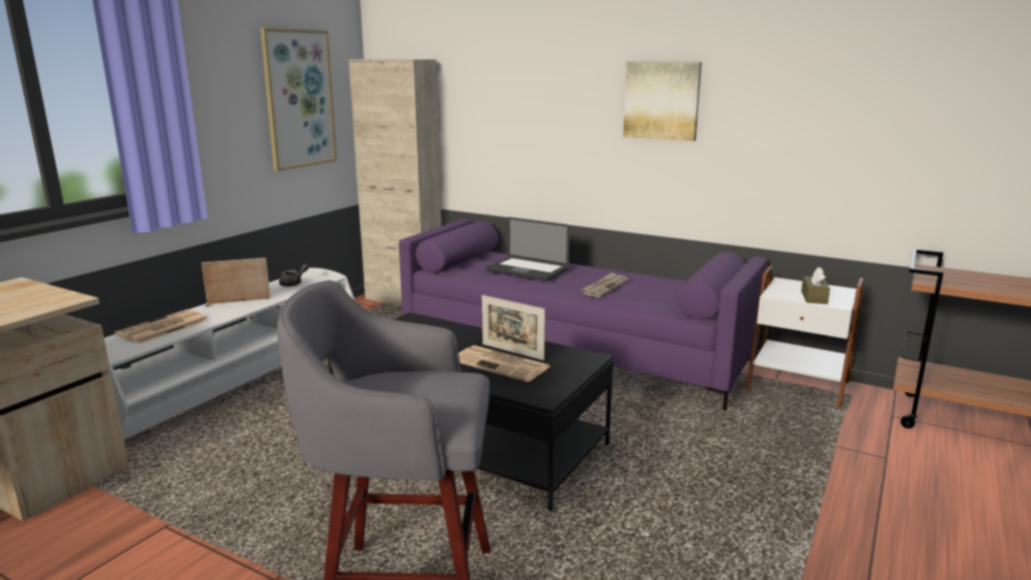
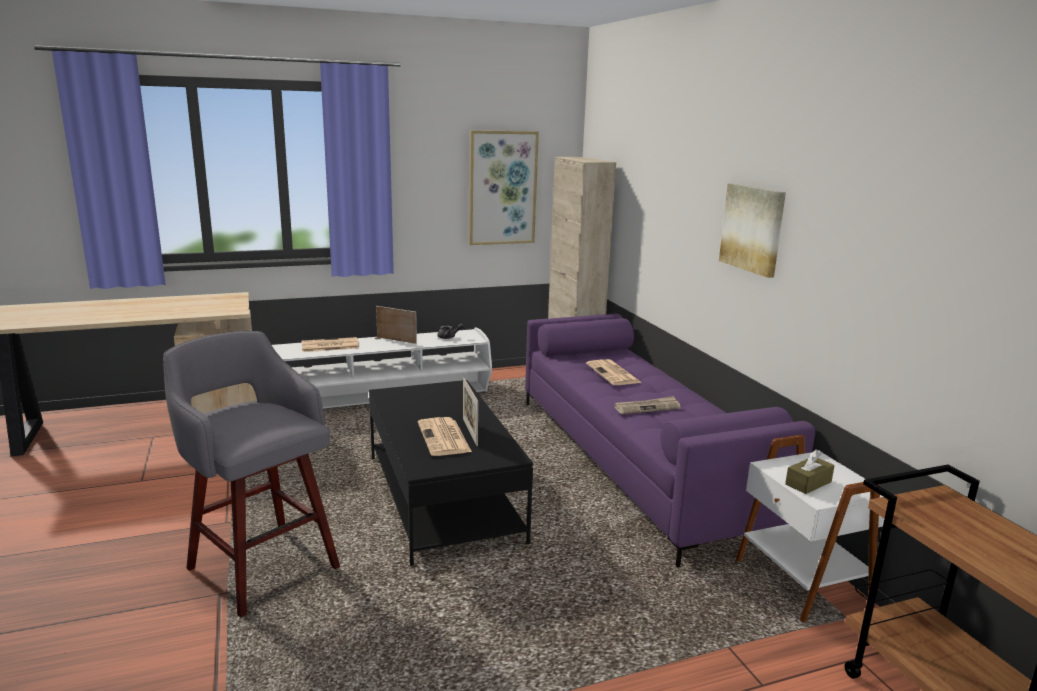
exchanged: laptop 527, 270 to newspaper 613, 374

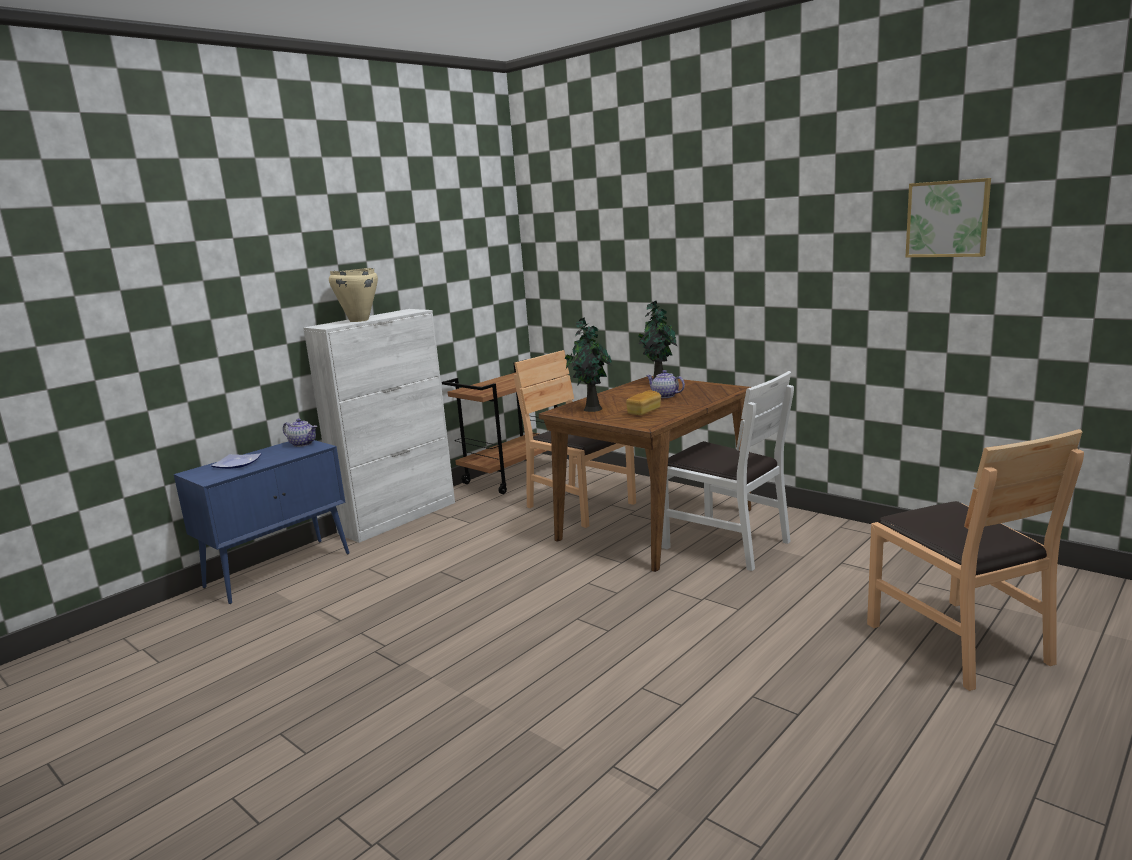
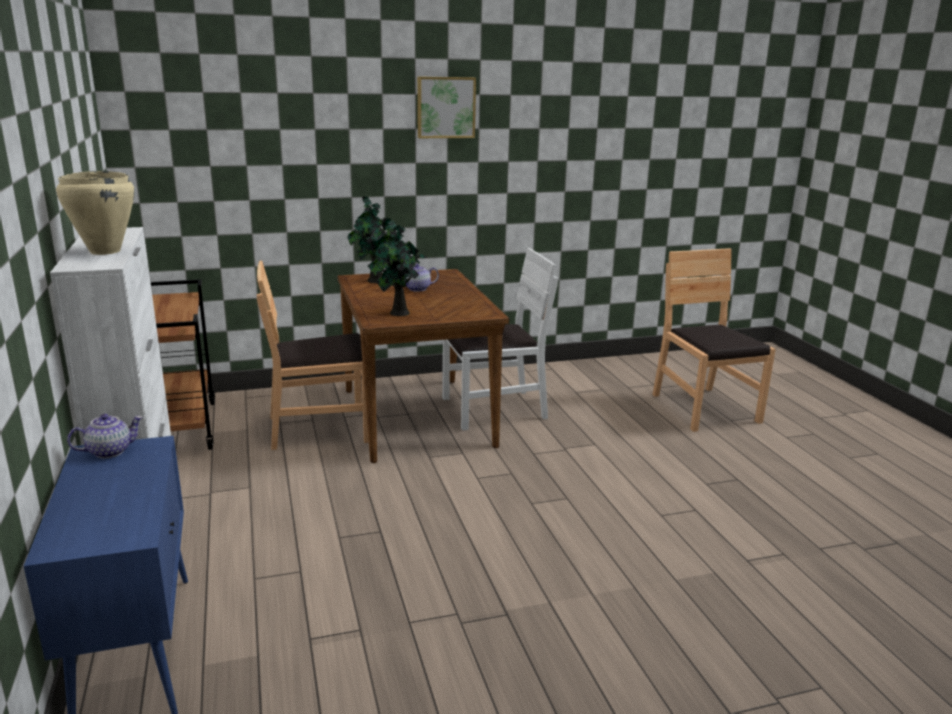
missing: plate 238, 463; bread 644, 412
relocated: picture 948, 218 to 445, 107
spun: chair/brown 957, 642 = 704, 409 120 degrees counterclockwise

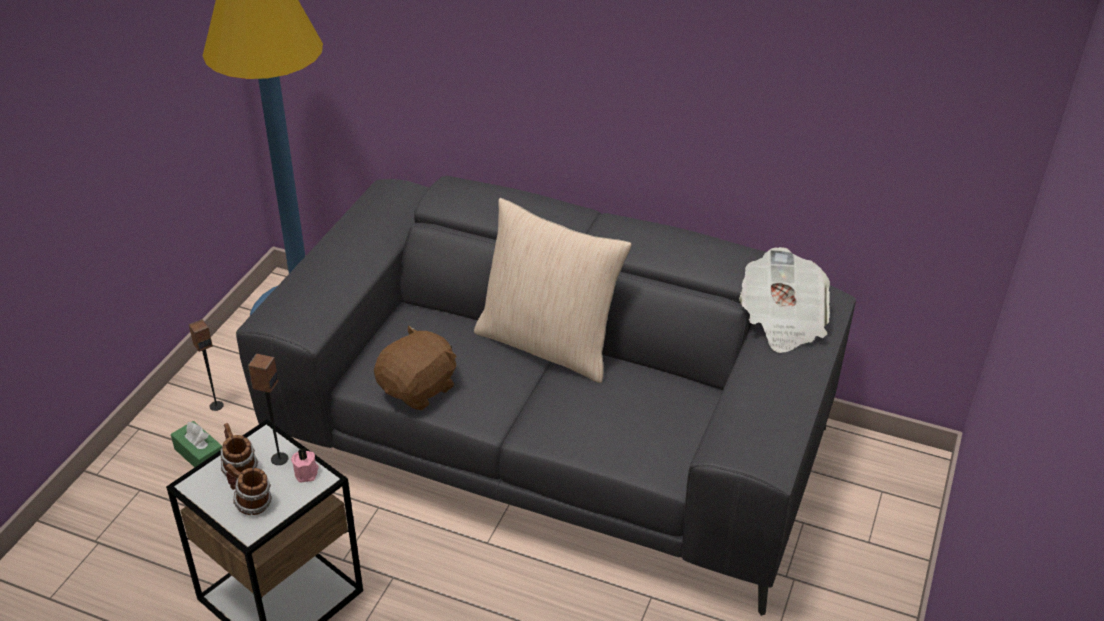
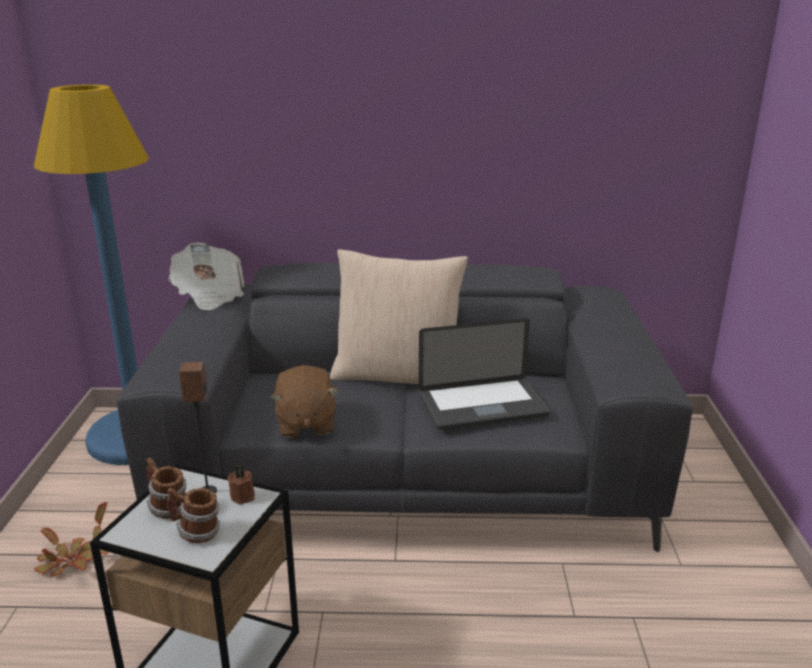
missing: speaker 216, 405
appeared: laptop 483, 406
relocated: newspaper 782, 321 to 209, 295
exchanged: tissue box/green 199, 455 to potted plant 74, 560
colour: candle/pink 307, 473 to candle/brown 243, 495
spun: plush toy/brown 419, 389 = 305, 424 150 degrees clockwise

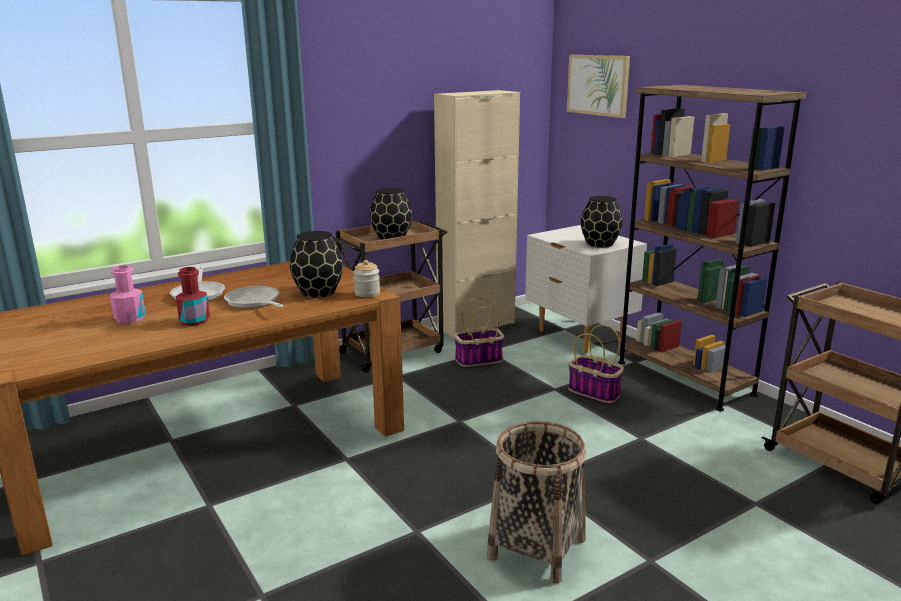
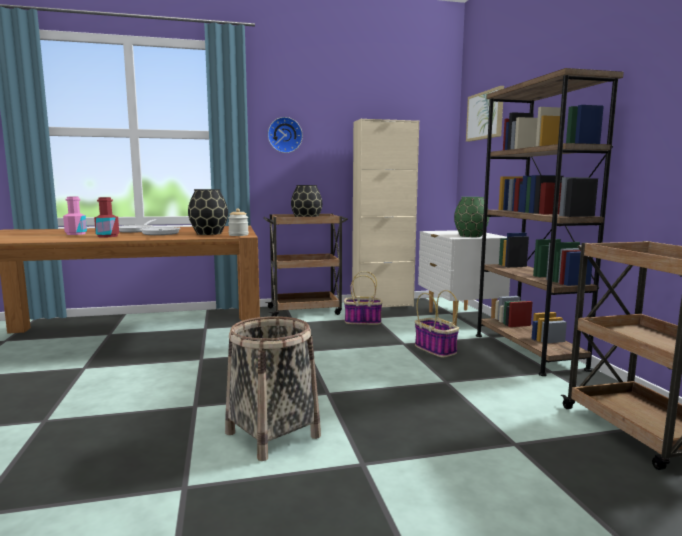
appeared: wall clock 284, 135
colour: vase/black 599, 244 to vase/green 470, 236

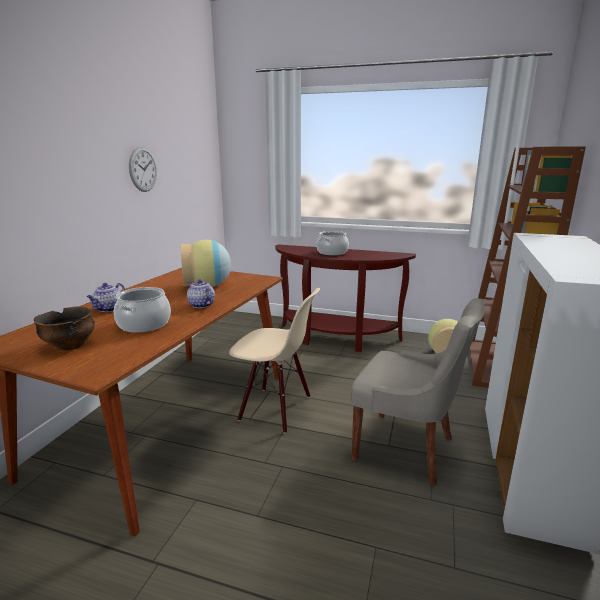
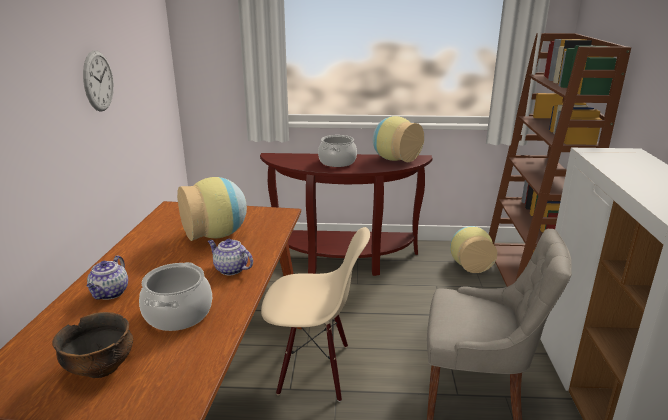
appeared: vase 394, 159

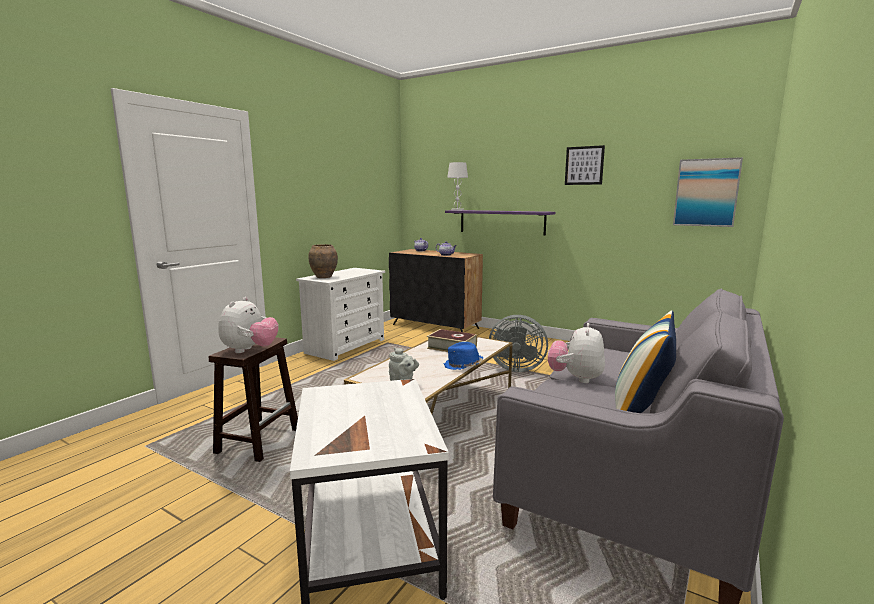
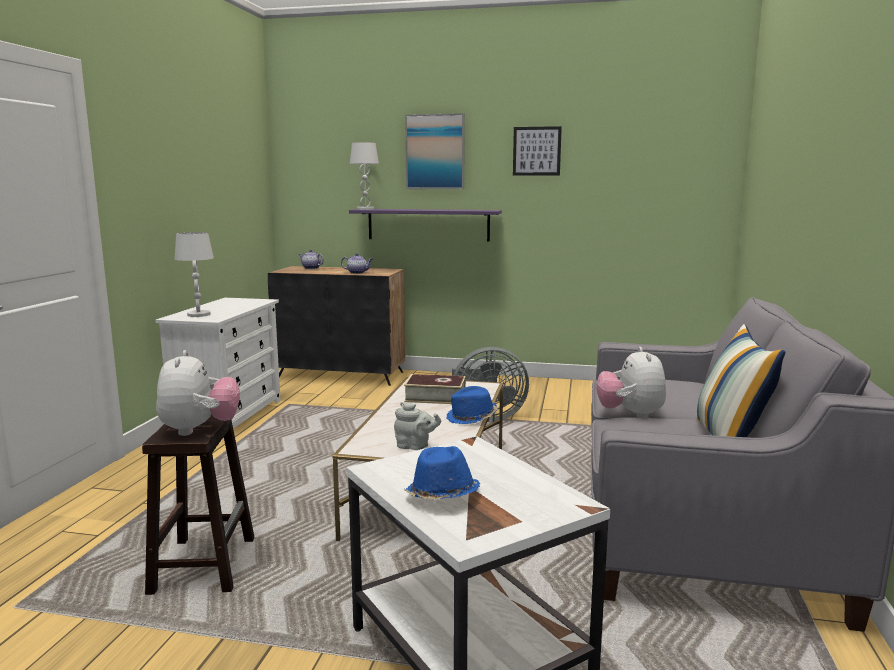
appeared: hat/blue 442, 496
relocated: picture 706, 192 to 435, 152
exchanged: vase/brown 323, 277 to table lamp/white 198, 314

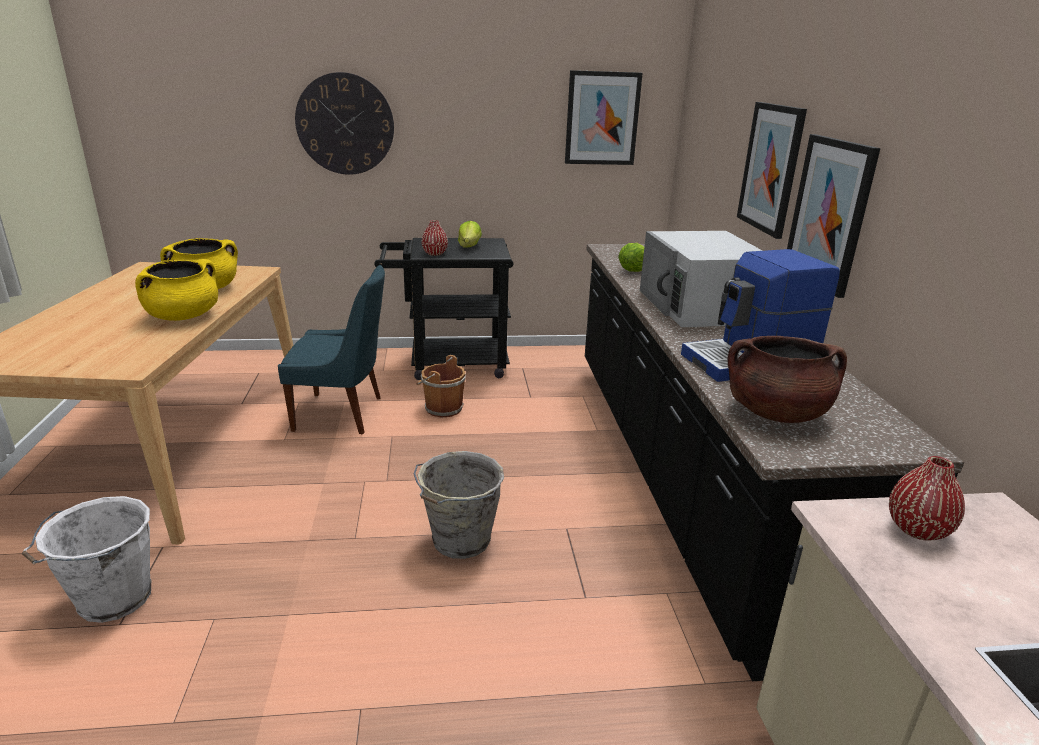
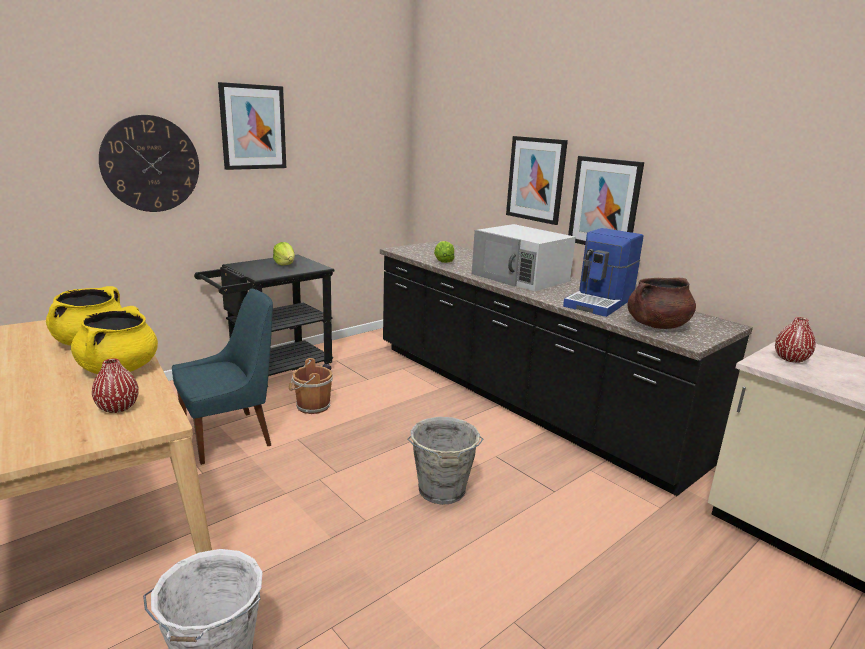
relocated: vase/red 434, 253 to 118, 408; picture 602, 118 to 253, 127

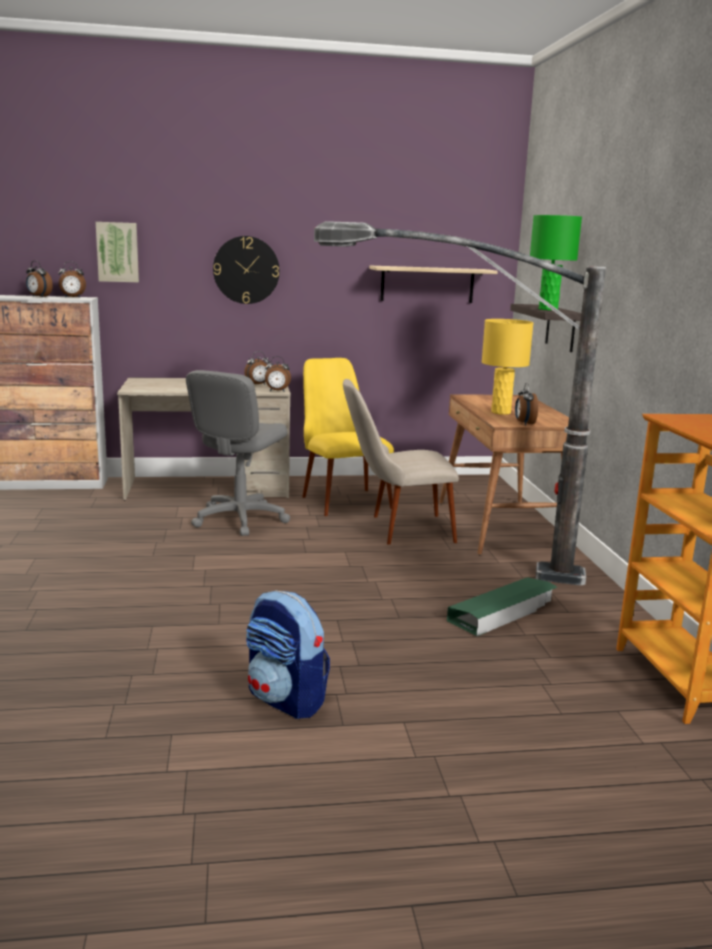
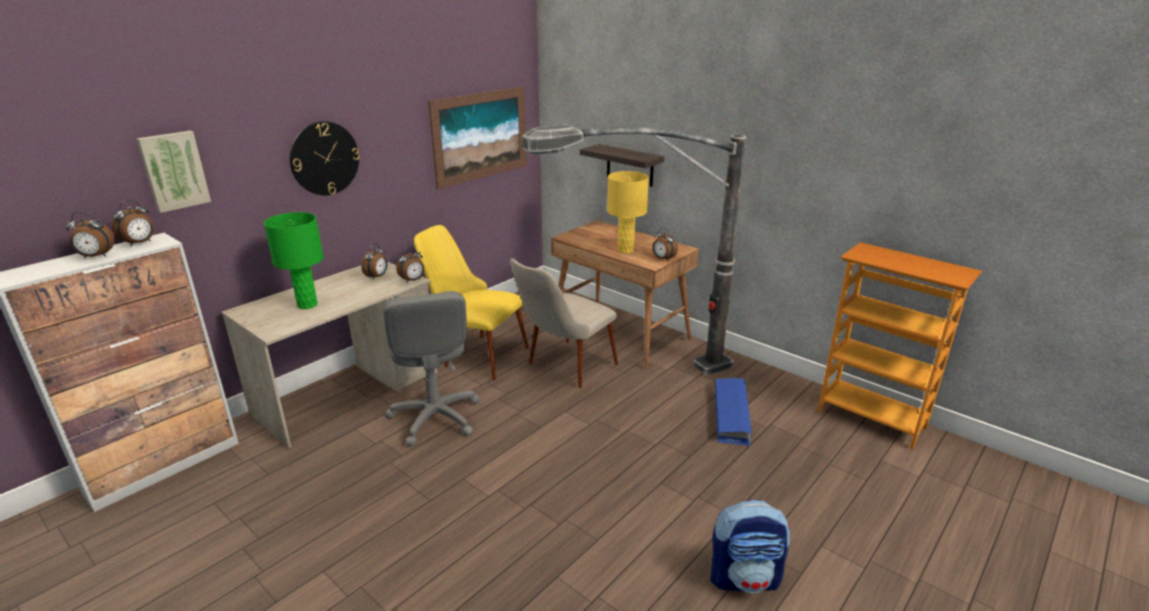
relocated: table lamp/green 548, 309 to 307, 305
exchanged: shelf 427, 284 to picture 480, 136
colour: storage box/green 503, 612 to storage box/blue 731, 415

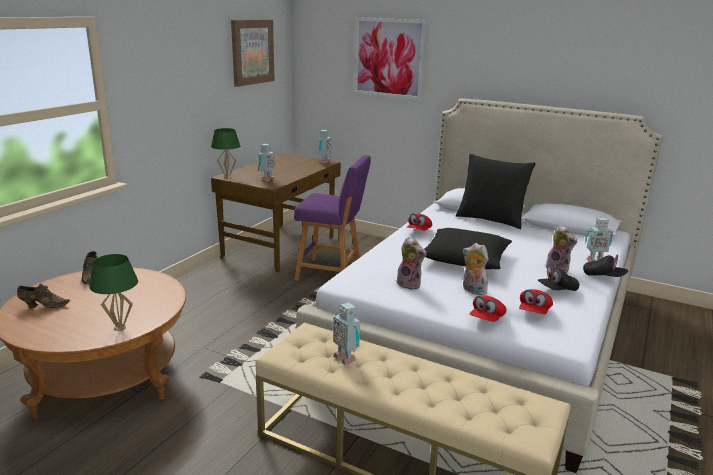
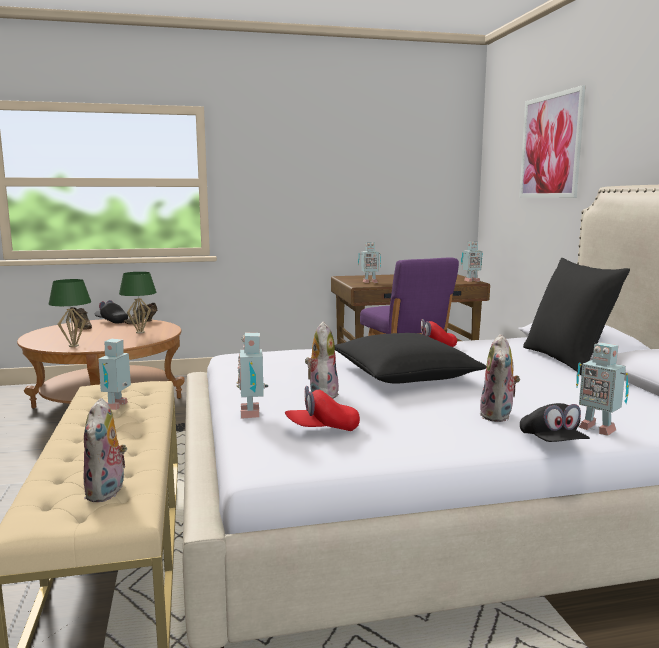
missing: picture 252, 52
relocated: table lamp/green 227, 177 to 140, 332; plush toy 410, 284 to 107, 492; cap/black 557, 290 to 111, 321
exchanged: cap/red 487, 319 to toy robot 253, 413

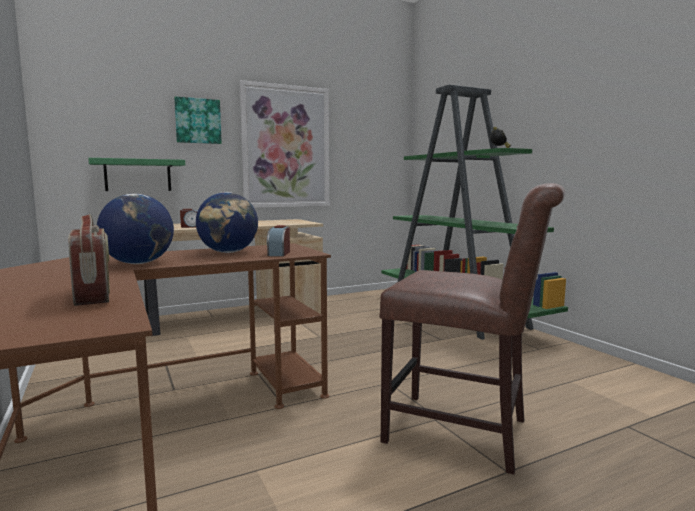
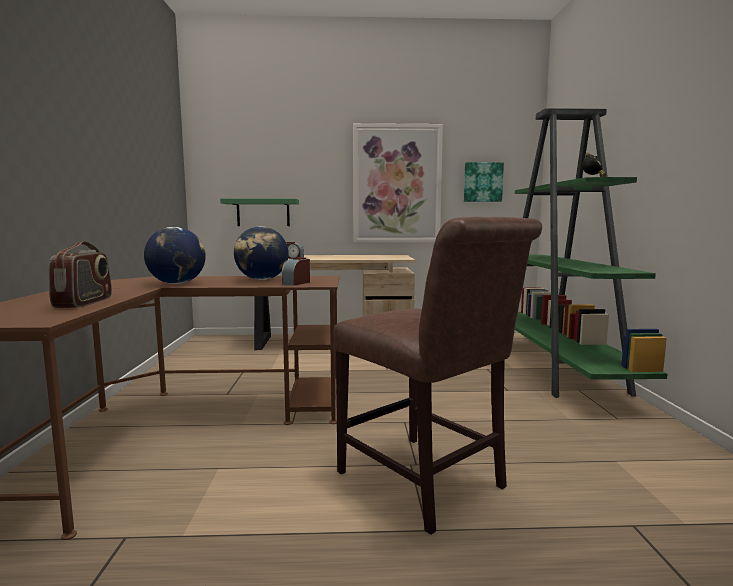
relocated: picture 198, 121 to 482, 182

